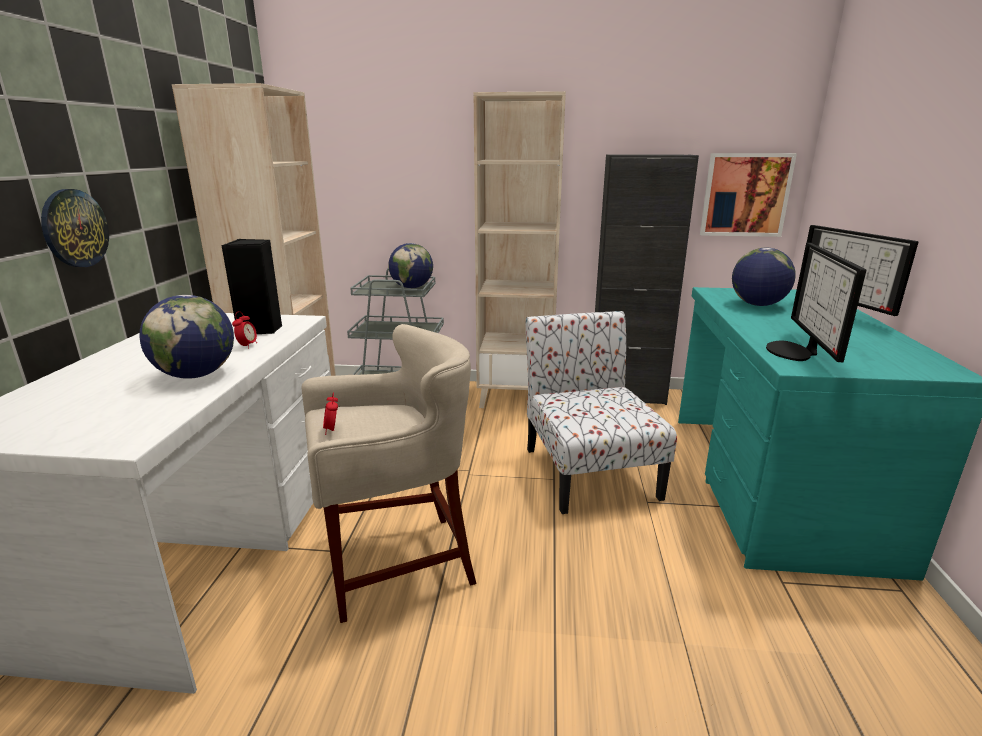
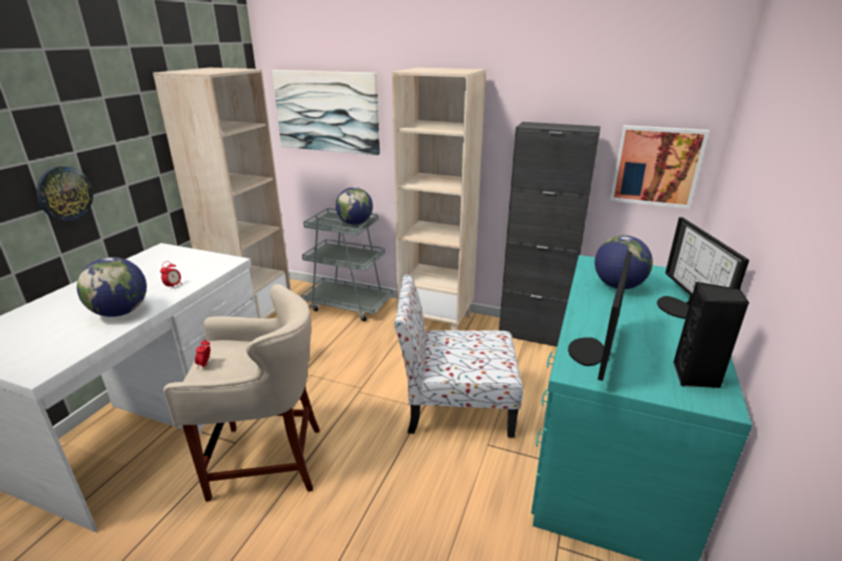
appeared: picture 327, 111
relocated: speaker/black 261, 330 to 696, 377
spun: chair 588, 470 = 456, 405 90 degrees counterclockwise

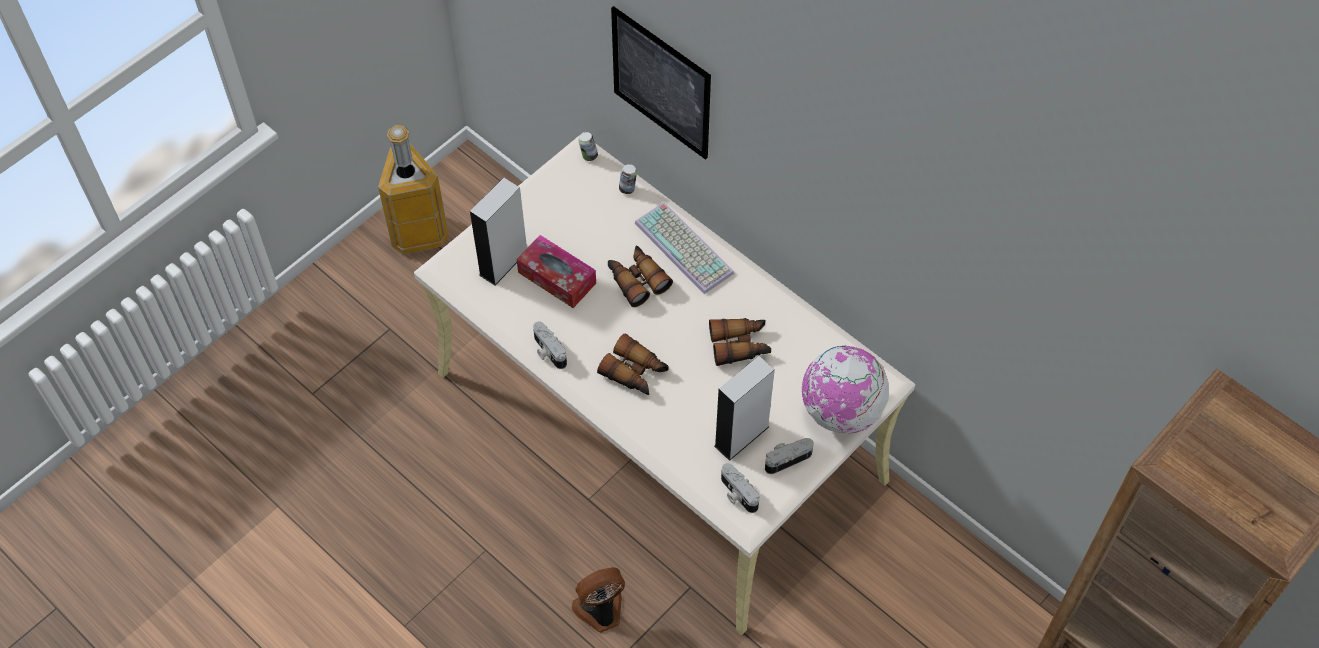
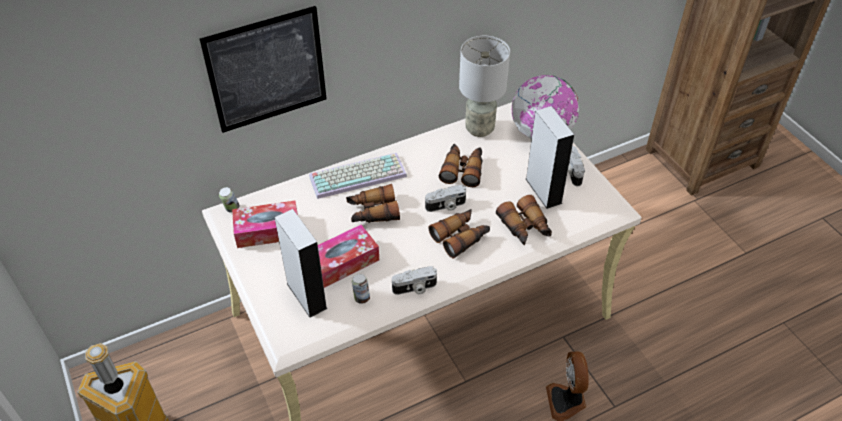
appeared: tissue box 268, 231; table lamp/grey 479, 129; binoculars 525, 228
relocated: can 628, 188 to 361, 298; photo camera 737, 494 to 446, 206

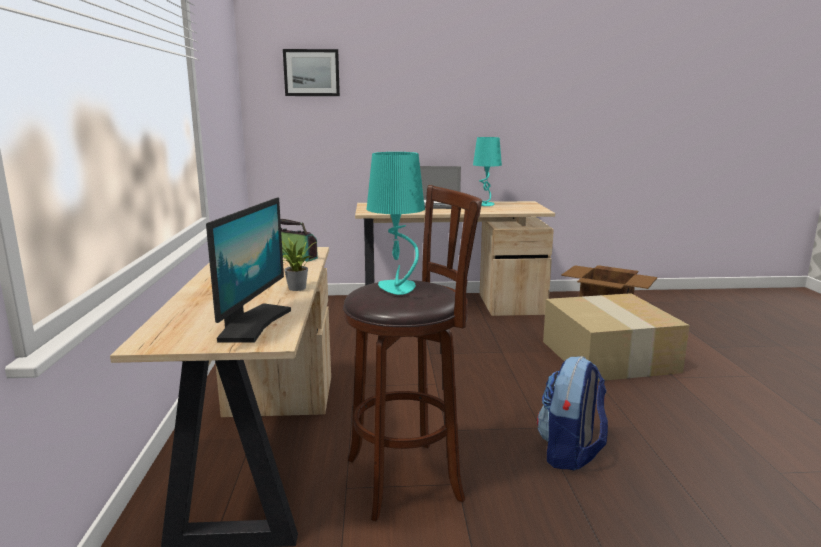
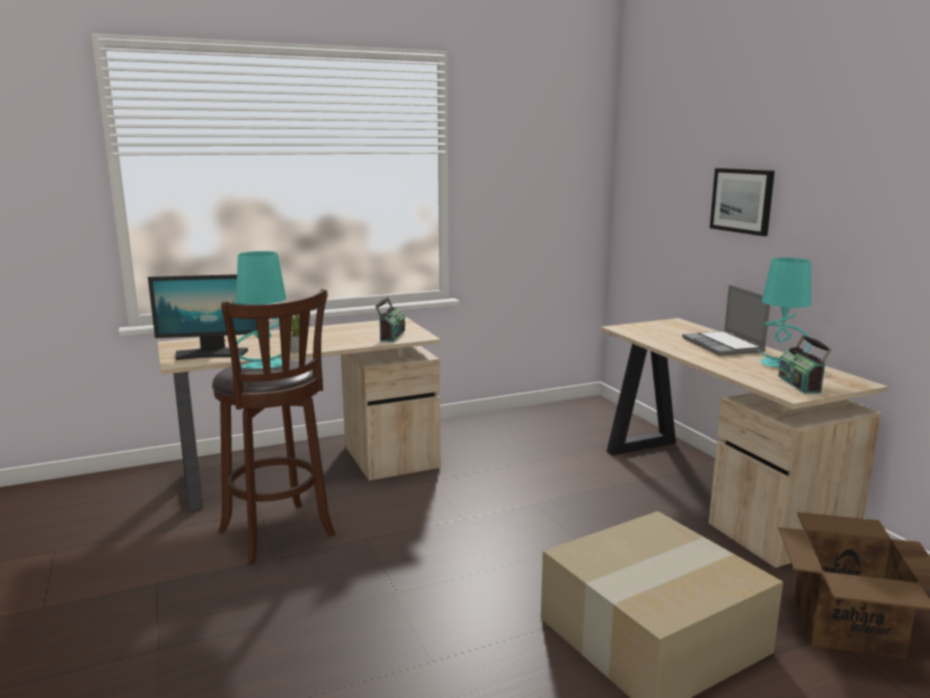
missing: backpack 570, 453
appeared: radio 800, 384
relocated: picture 311, 73 to 742, 200

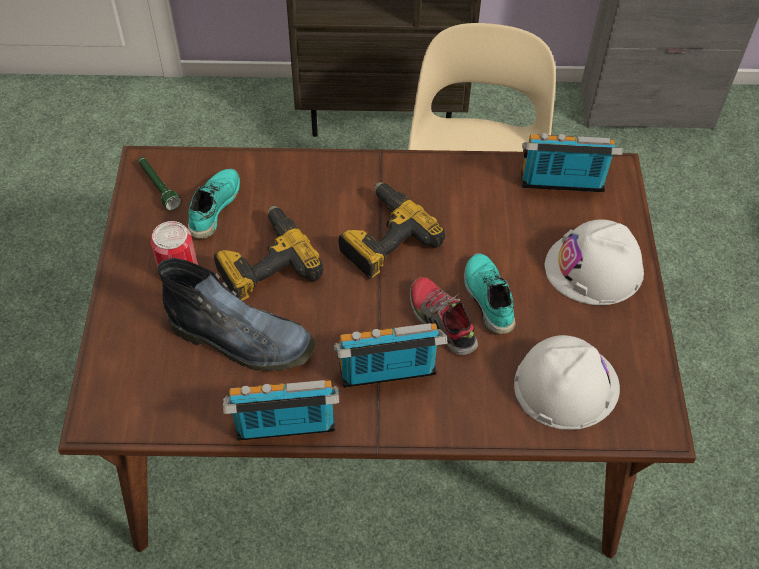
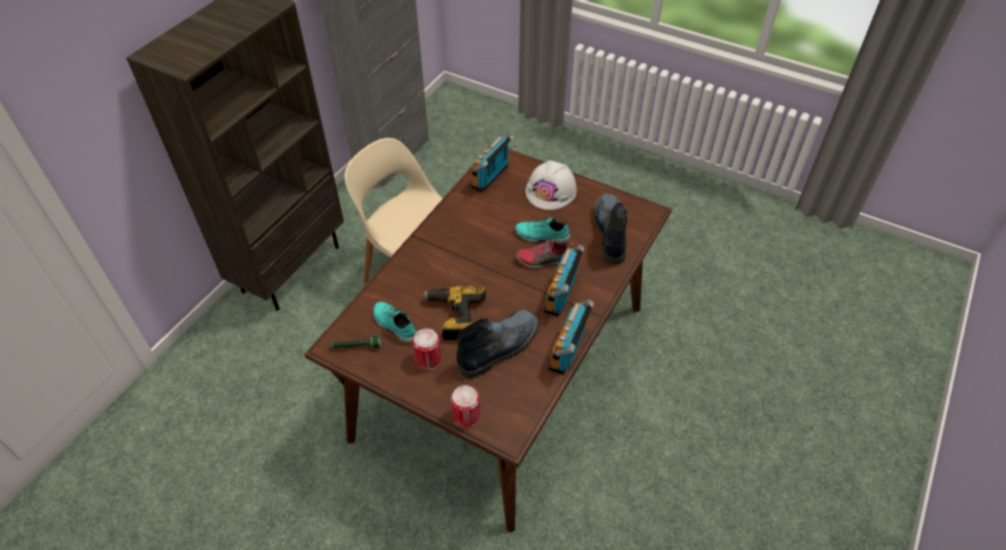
missing: power drill 383, 238
appeared: can 466, 416
exchanged: hard hat/white 566, 385 to boot 610, 232

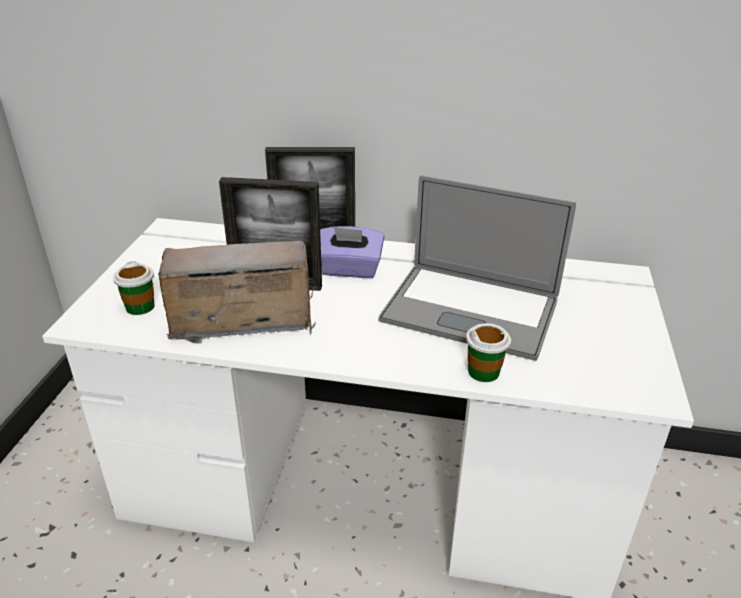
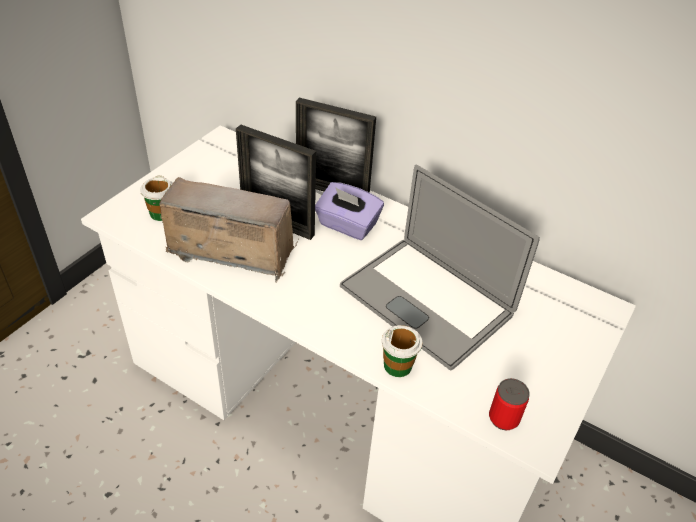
appeared: can 503, 418

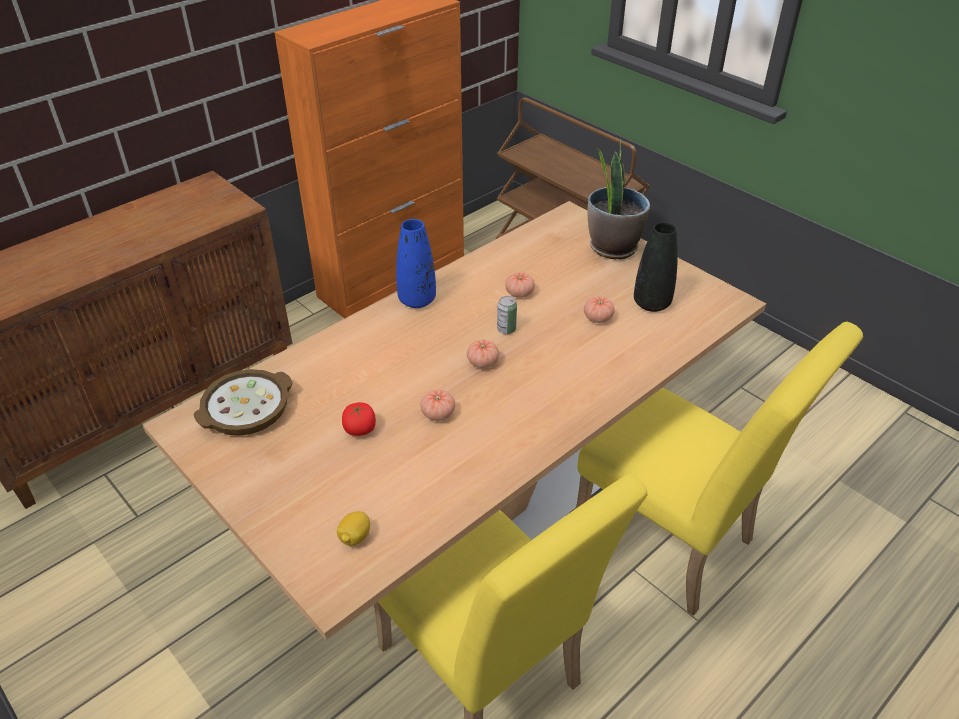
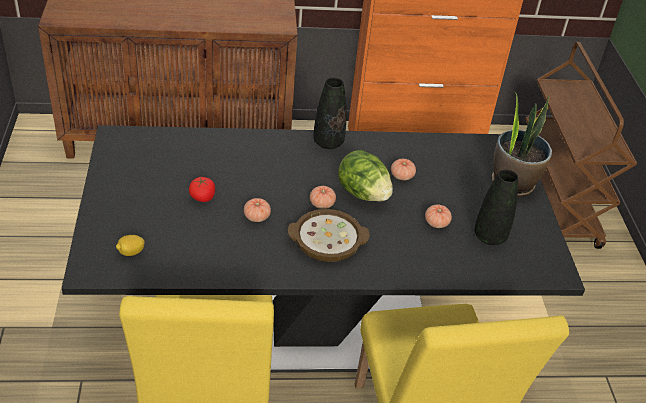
relocated: bowl 247, 410 to 327, 242
exchanged: can 506, 329 to lettuce 363, 193
colour: dining table/beige 479, 510 to dining table/black 309, 327; vase/blue 417, 300 to vase/black 328, 143

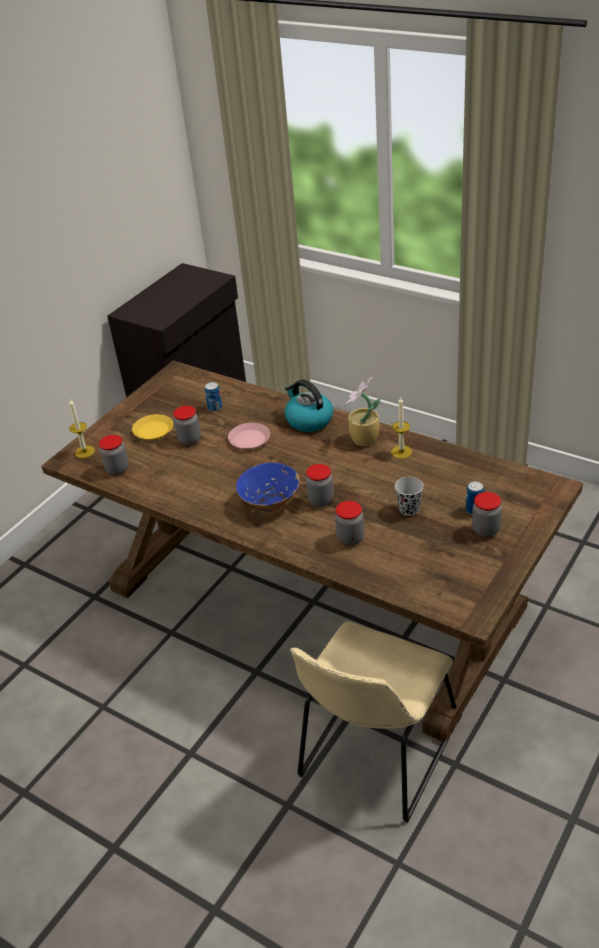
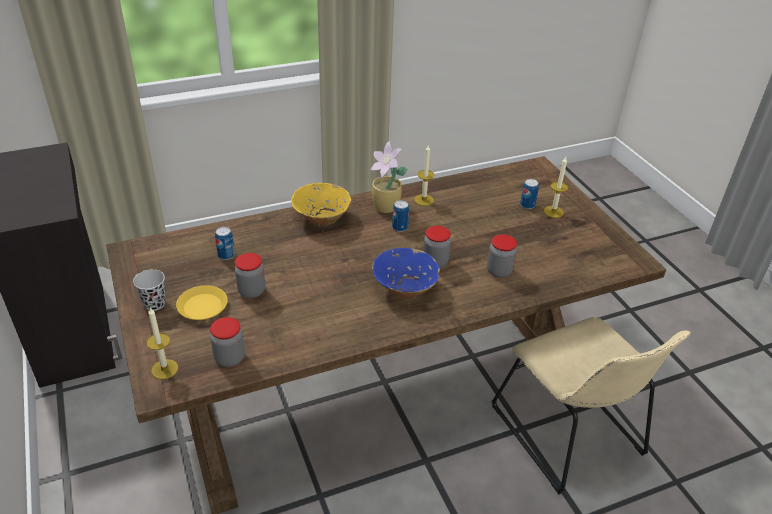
missing: plate/pink 249, 439
appeared: can 400, 227
relocated: cup/black 409, 509 to 154, 304
exchanged: kettle 308, 420 to bowl/yellow 322, 218; jar 486, 530 to candle 553, 212

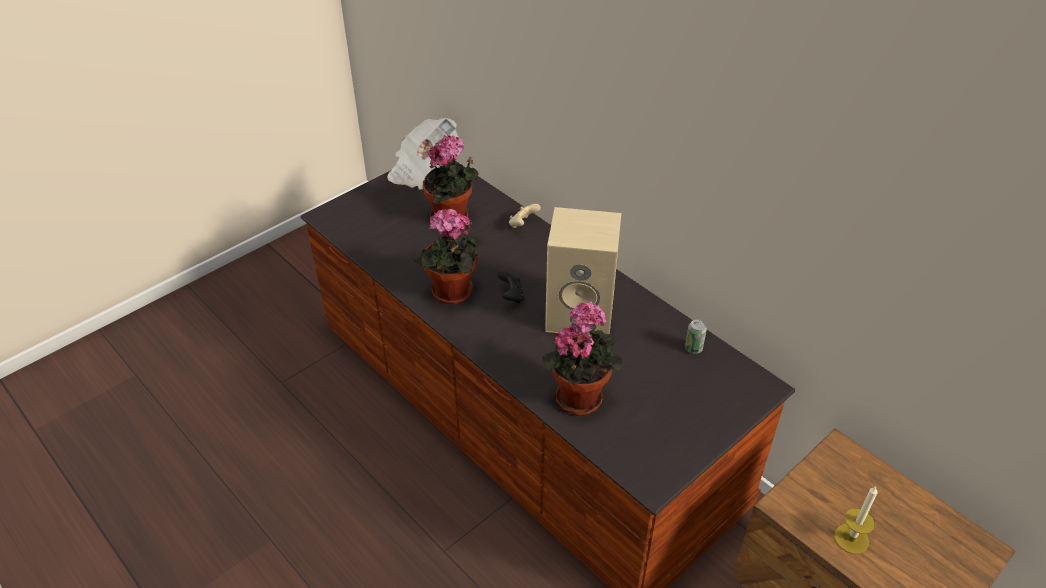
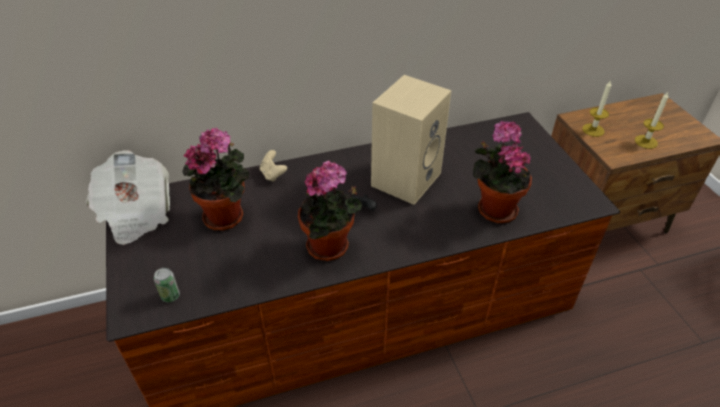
appeared: candle 593, 130
relocated: can 693, 348 to 170, 296

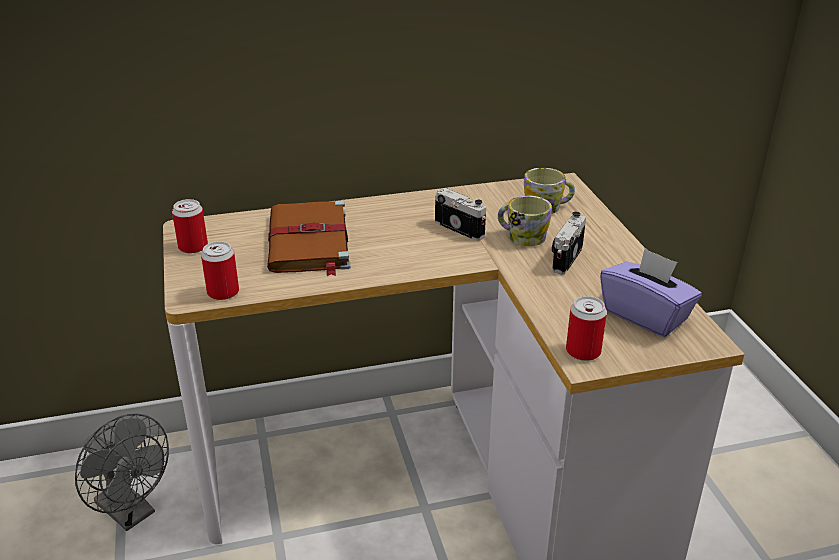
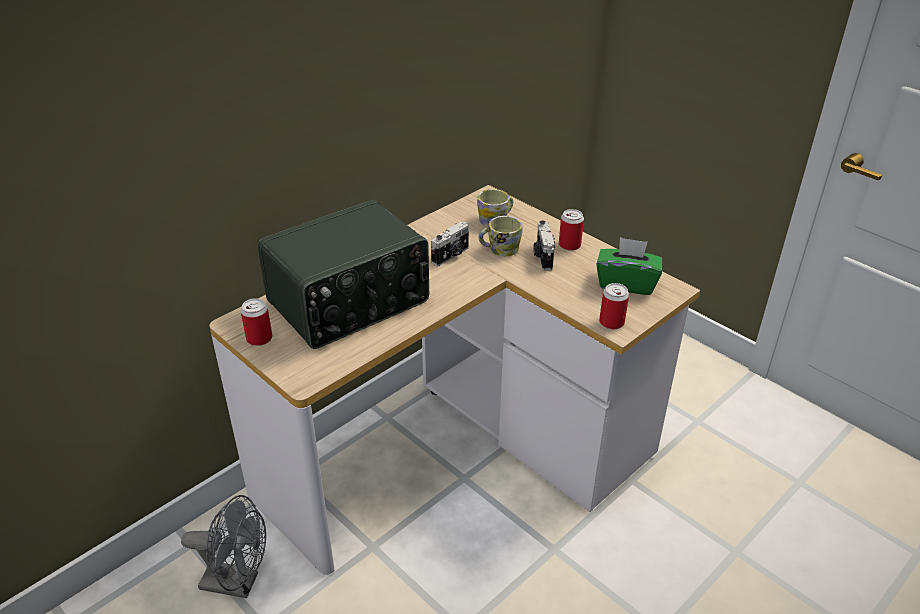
relocated: can 223, 292 to 569, 245
exchanged: book/brown 309, 242 to radio 350, 303
colour: tissue box/purple 645, 315 to tissue box/green 626, 283
spun: photo camera 460, 228 = 451, 256 120 degrees clockwise

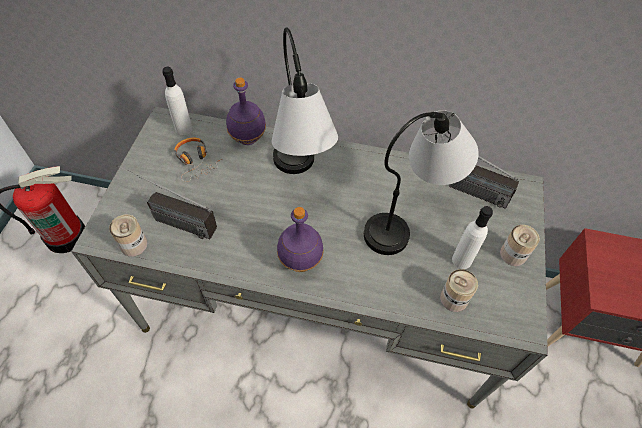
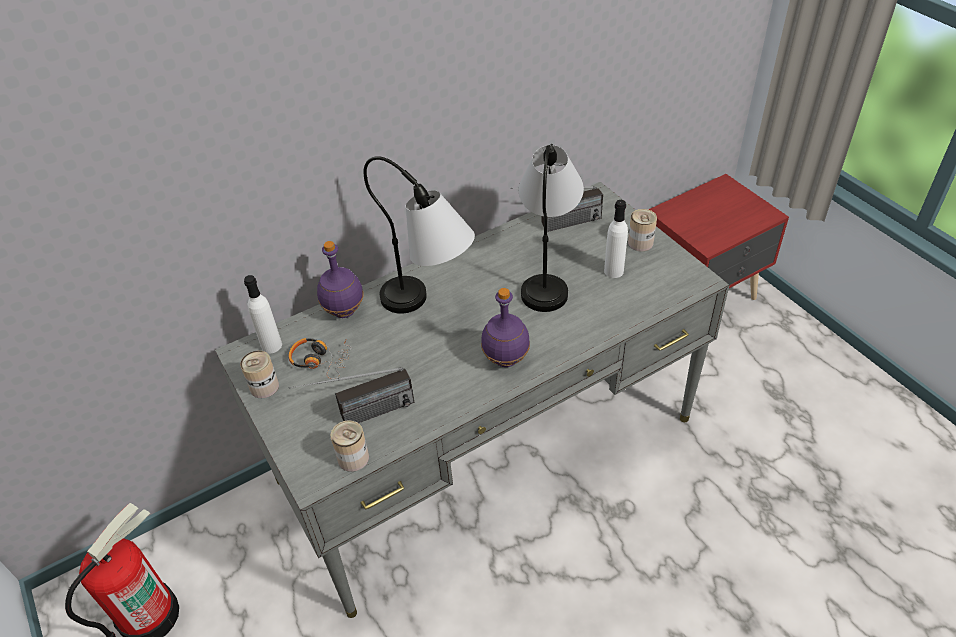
relocated: can 454, 299 to 264, 387

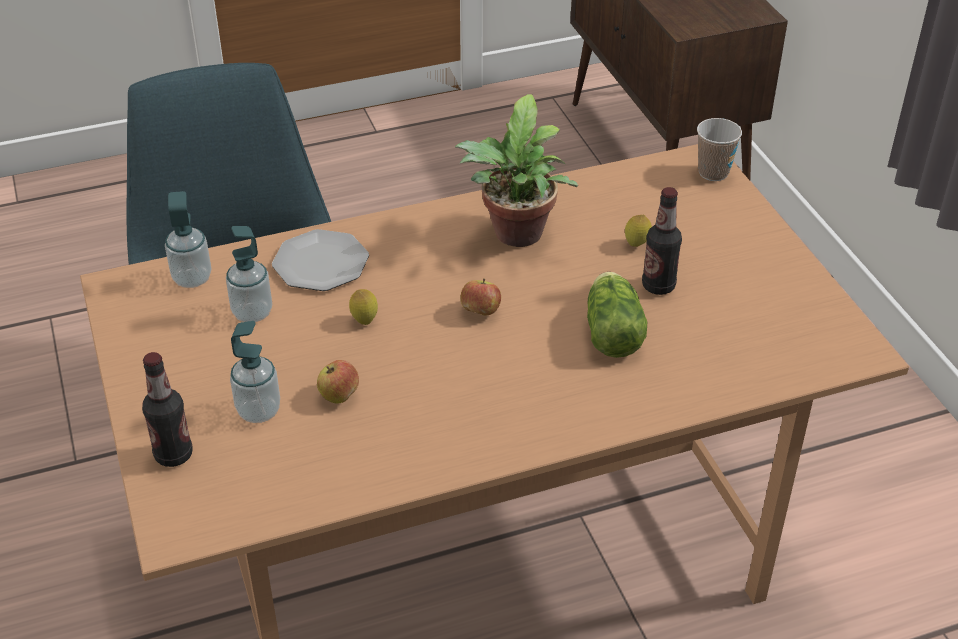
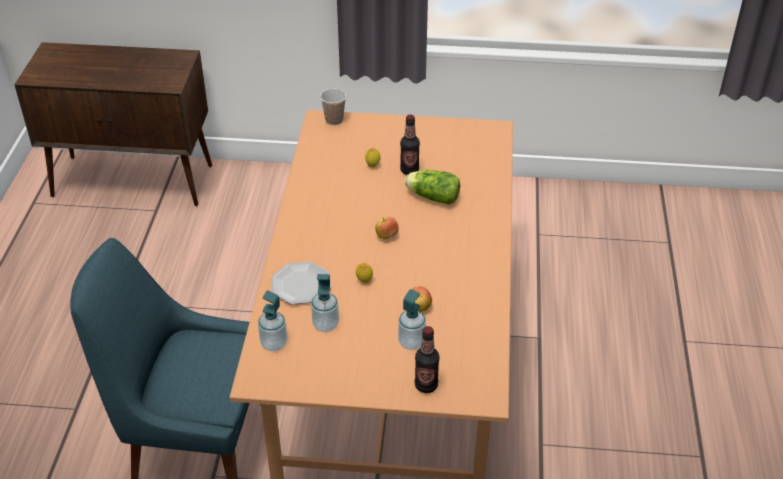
missing: potted plant 516, 237

